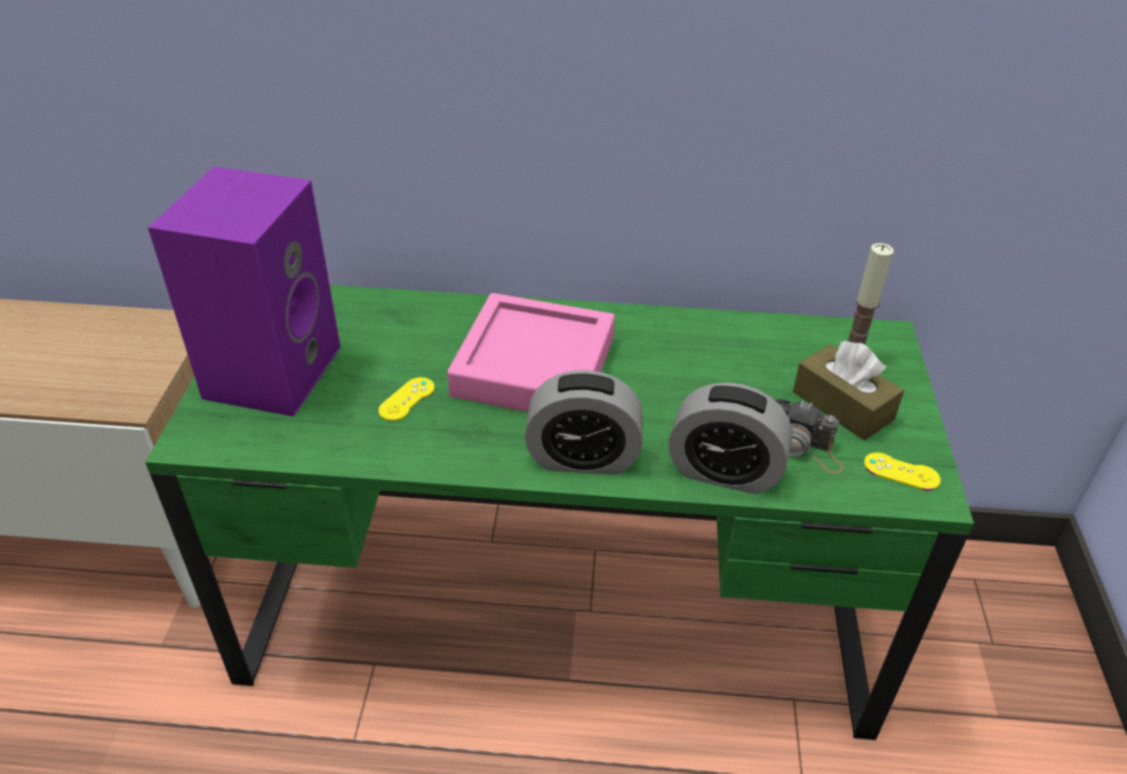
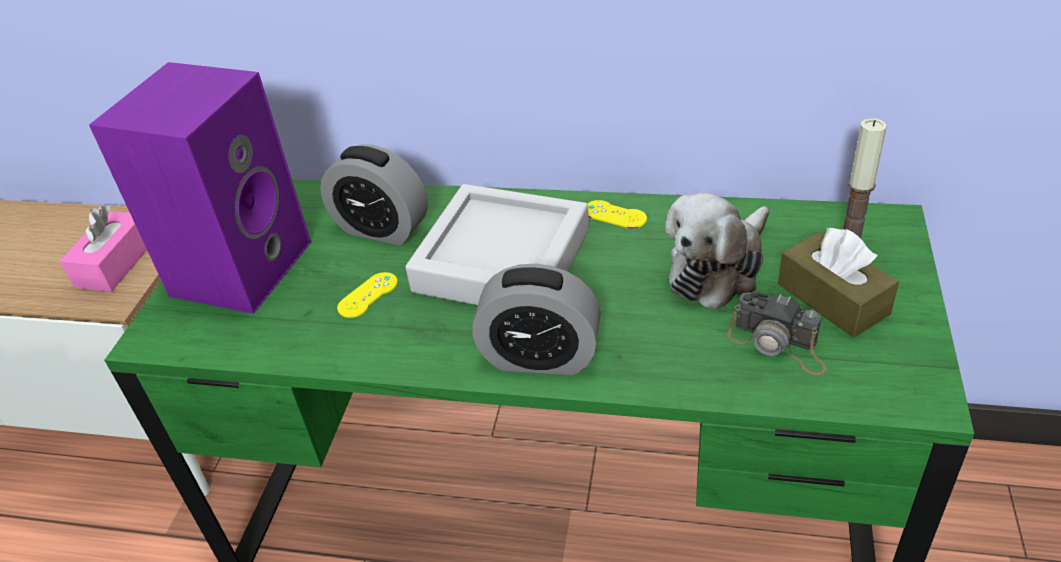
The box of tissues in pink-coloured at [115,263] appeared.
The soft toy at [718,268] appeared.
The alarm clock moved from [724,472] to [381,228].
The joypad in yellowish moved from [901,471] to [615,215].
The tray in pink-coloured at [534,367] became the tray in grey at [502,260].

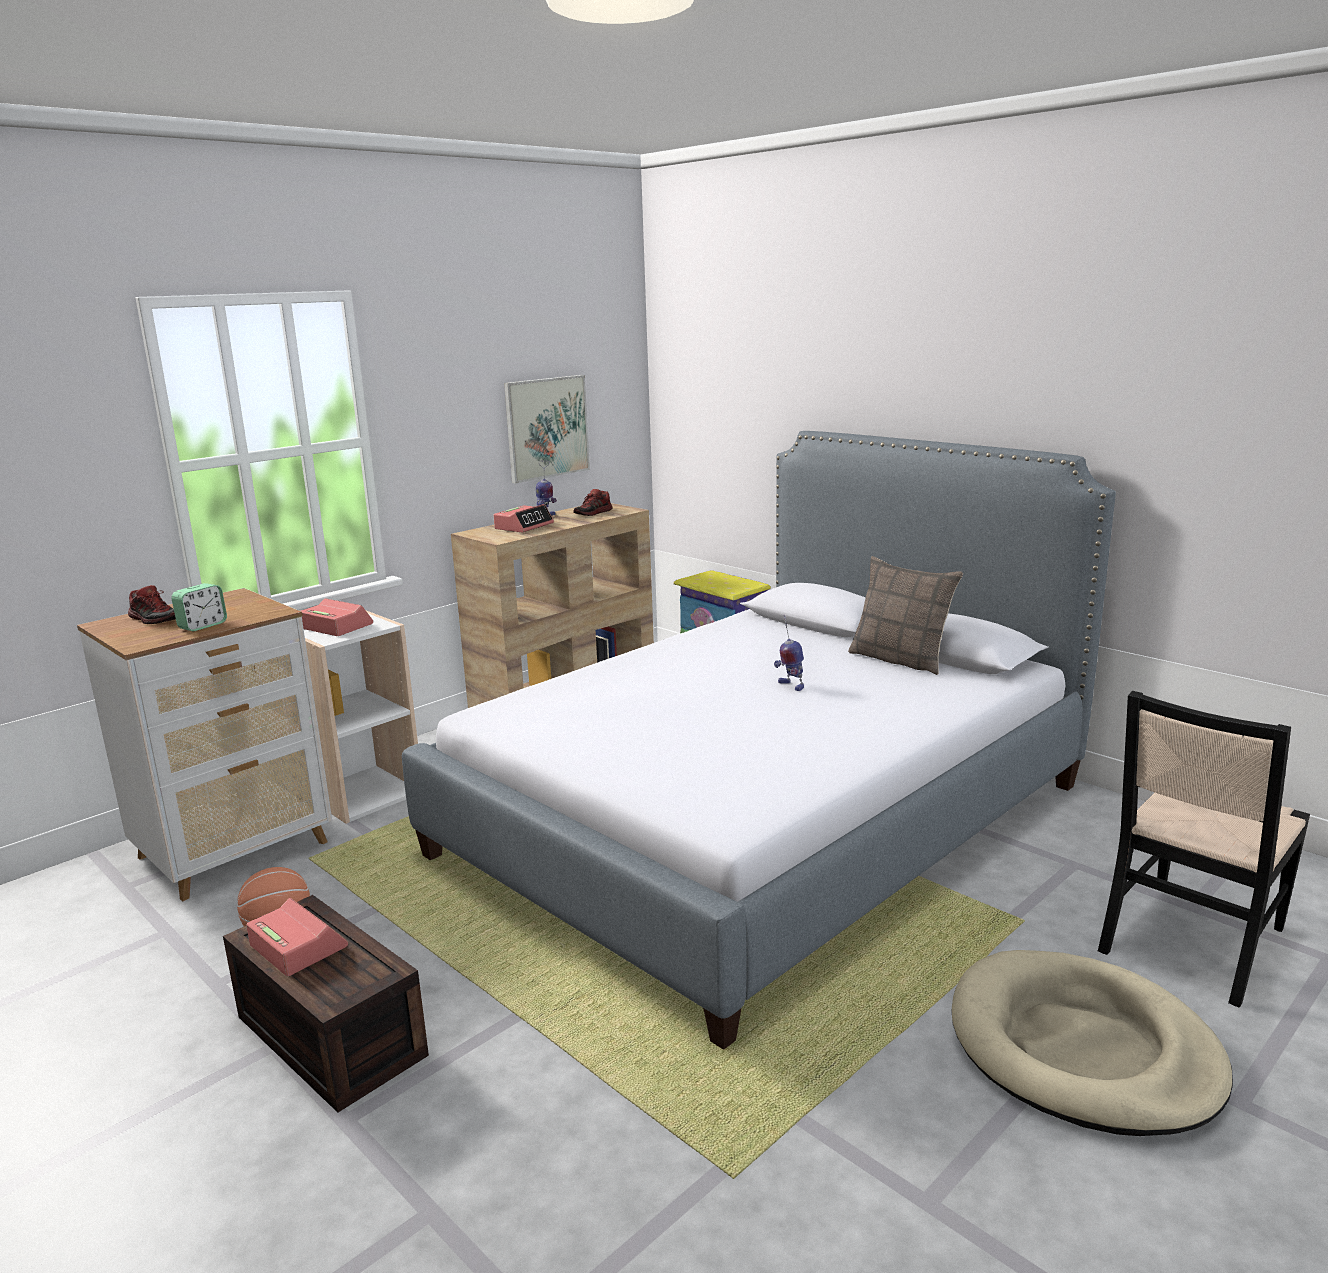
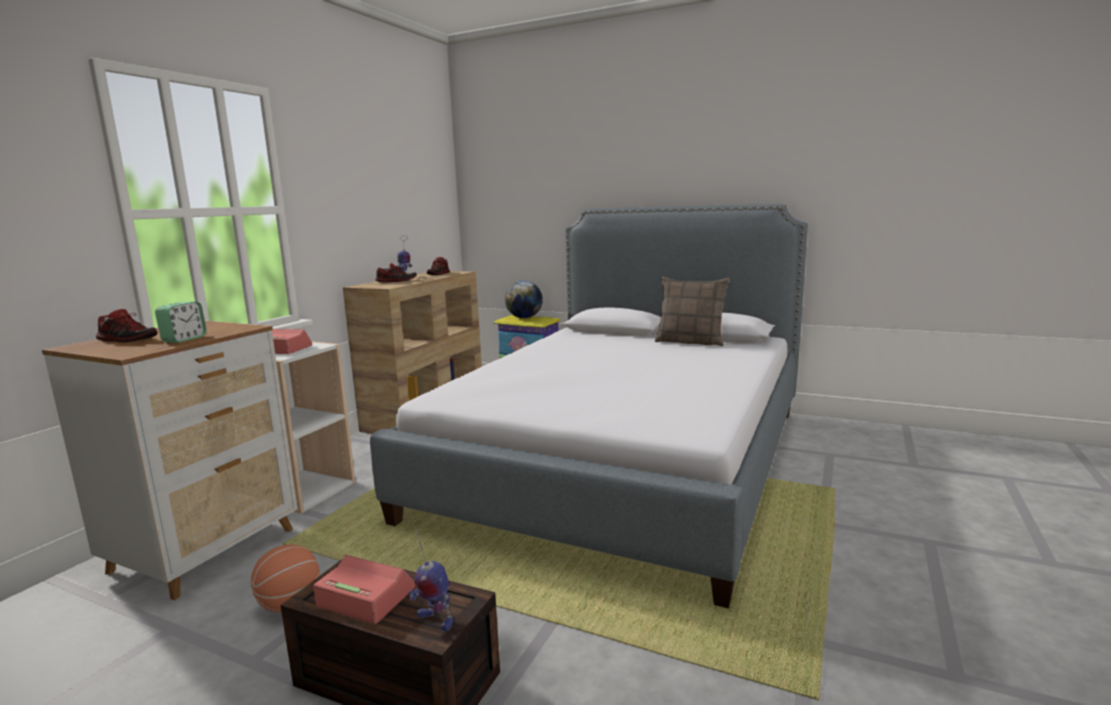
The wall picture at [547,428] disappeared.
The pet bed in sand-coloured at [1082,1049] disappeared.
The plain chair at [1192,941] disappeared.
The desk globe at [524,318] appeared.
The model robot moved from [790,685] to [434,620].
The alarm clock at [524,526] was replaced by the low shoe at [396,281].

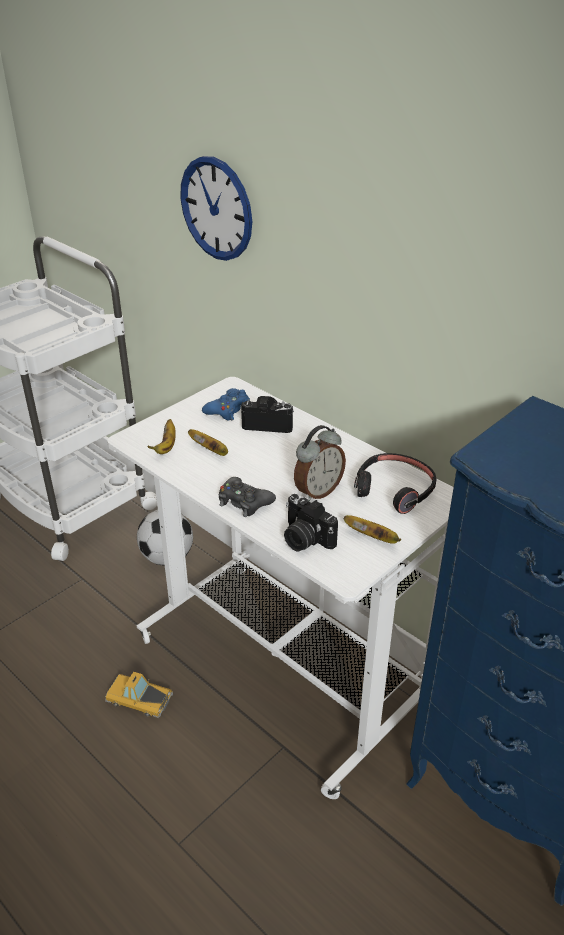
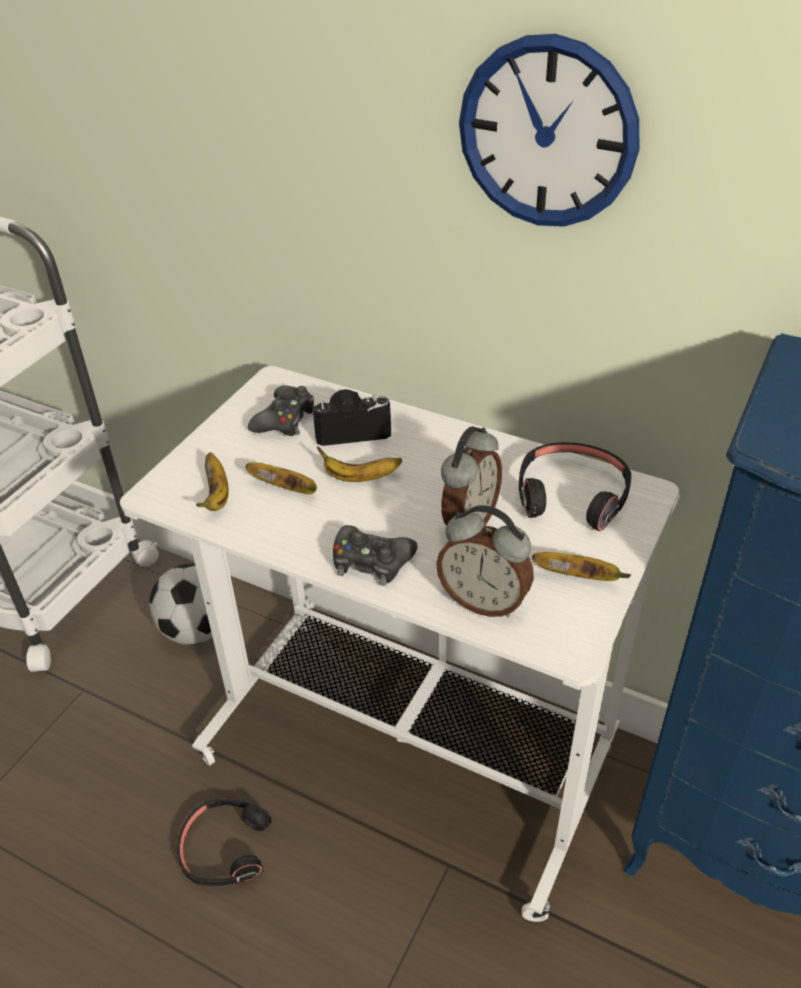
The banana fruit at [360,477] appeared.
The wall clock moved from [216,209] to [547,134].
The model car at [138,698] was replaced by the pair of headphones in blackish at [225,848].
The still camera at [304,539] was replaced by the alarm clock at [484,601].
The joypad in blue-coloured at [228,410] became the joypad in blackish at [285,419].

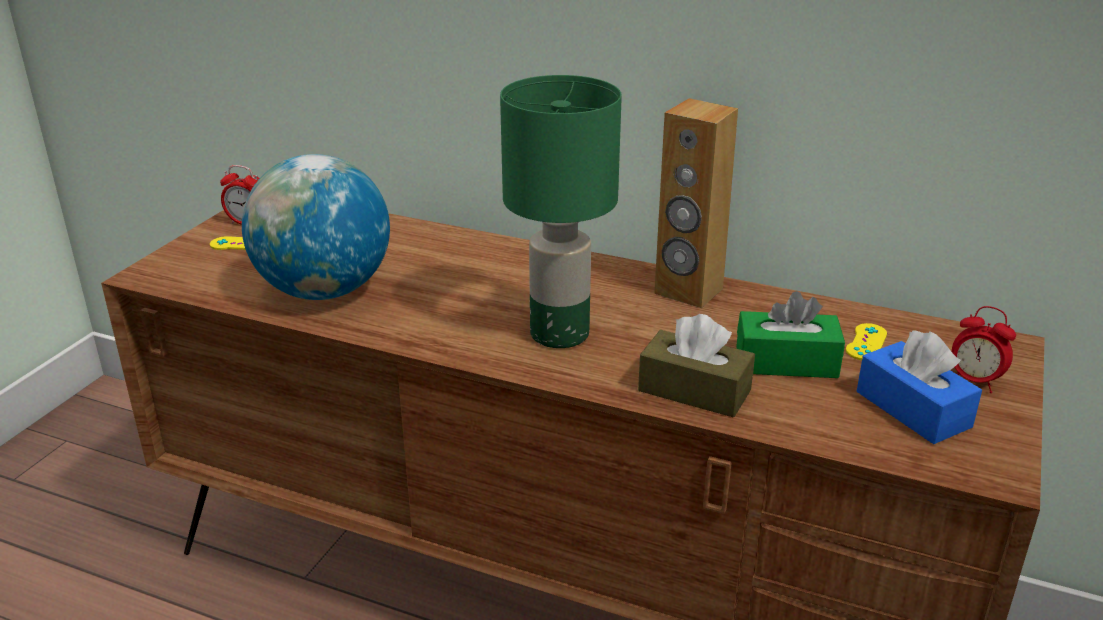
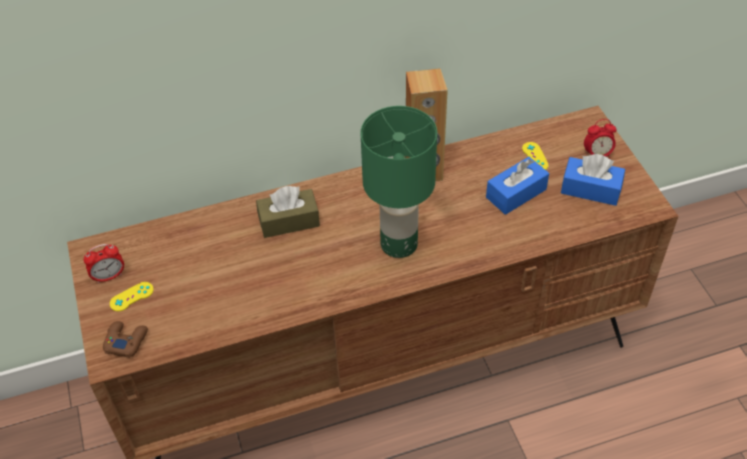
The desk globe at [324,291] disappeared.
The joypad in brown at [126,341] appeared.
The box of tissues in brown moved from [694,390] to [289,221].
The box of tissues in green-coloured at [786,362] became the box of tissues in blue-coloured at [516,193].

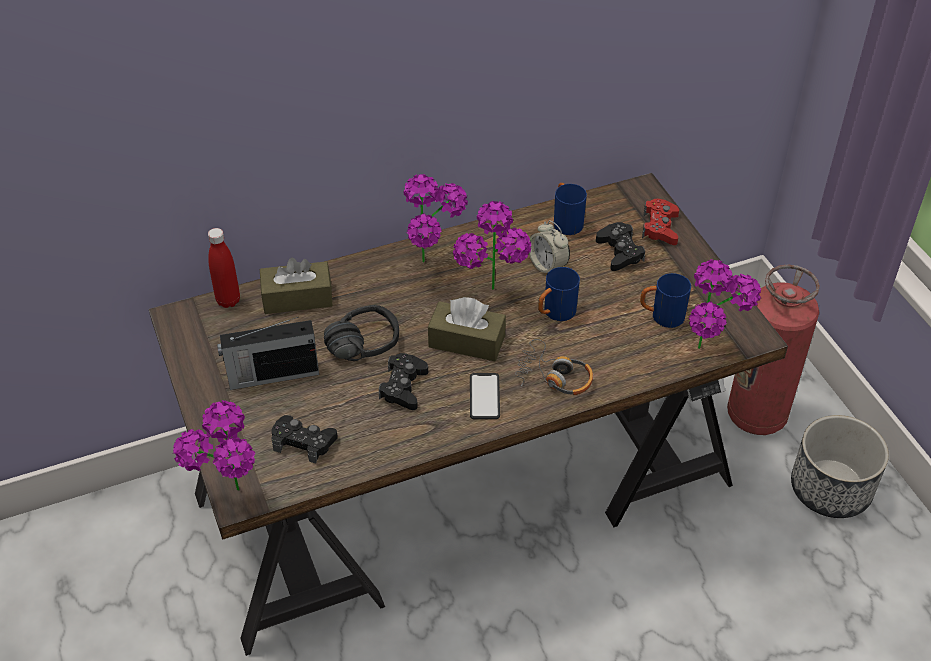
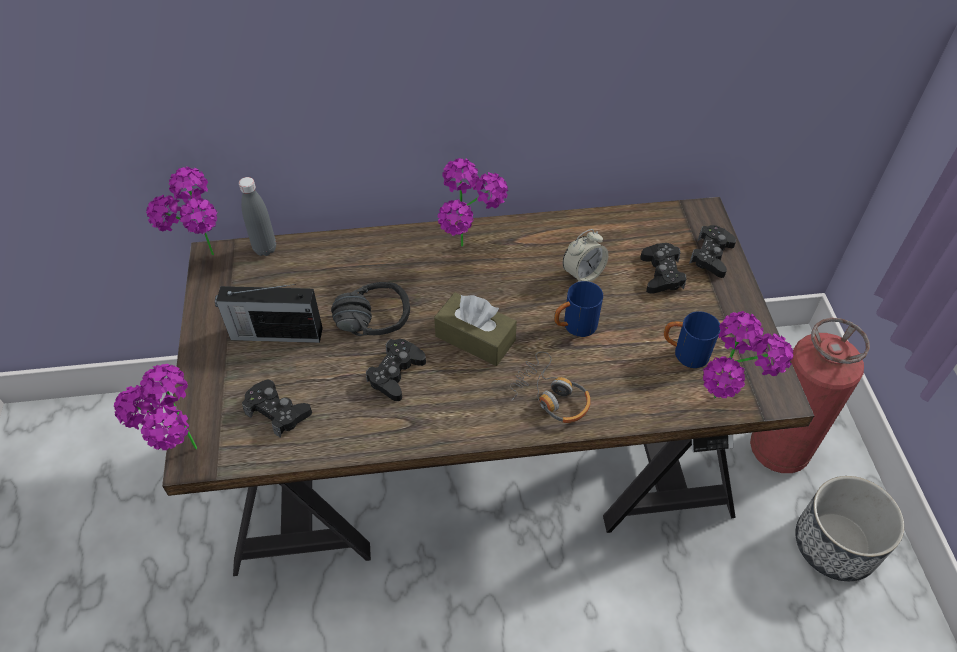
The box of tissues in brown at [297,298] disappeared.
The telephone at [484,397] disappeared.
The mug in blue-coloured at [565,221] disappeared.
The potted plant moved from [493,299] to [206,264].
The beverage bottle in red-coloured at [228,300] became the beverage bottle in grey at [265,249].
The joypad in red-coloured at [660,227] became the joypad in blackish at [711,256].
The alarm clock at [547,265] turned 105 degrees counterclockwise.

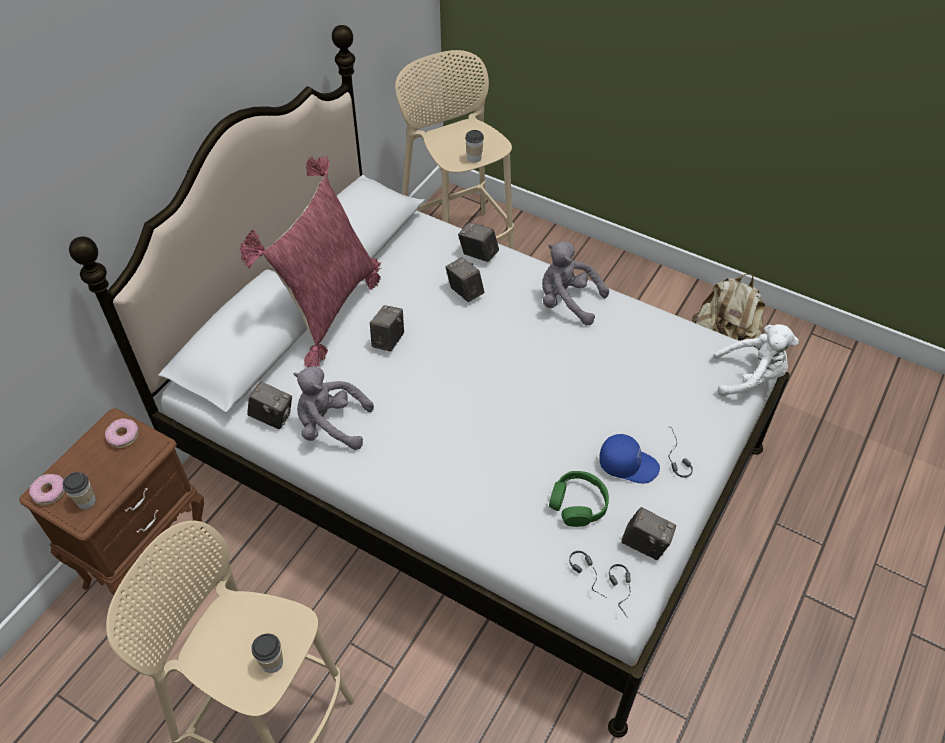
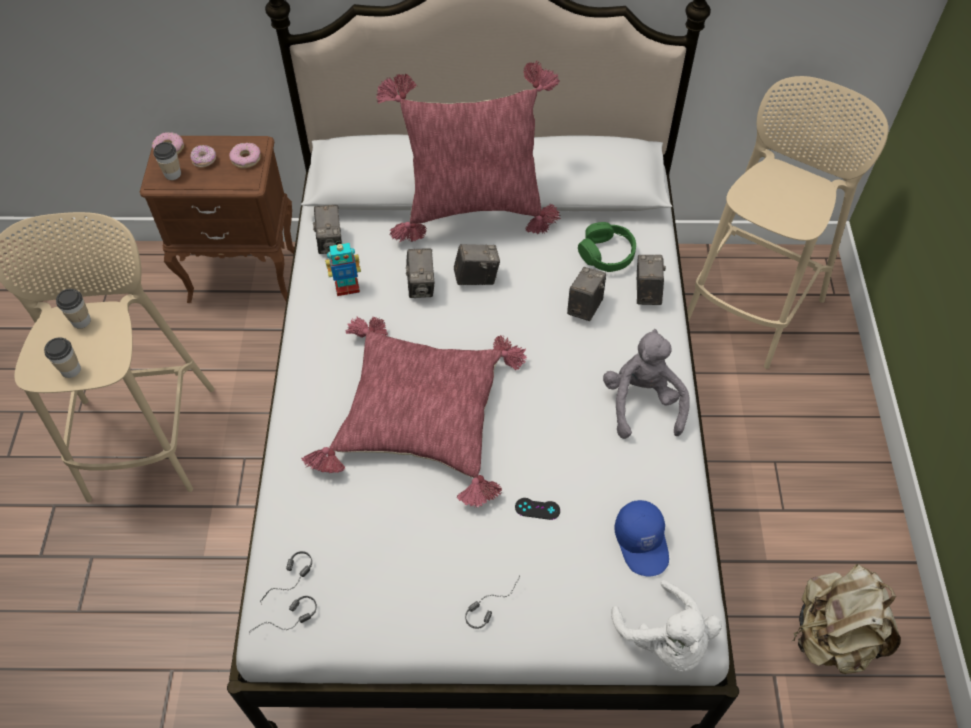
The ring doughnut at [204,160] appeared.
The throw pillow in red-coloured at [420,412] appeared.
The joypad in blackish at [537,509] appeared.
The drinking cup moved from [474,158] to [81,320].
The pair of headphones in green-coloured moved from [578,504] to [606,254].
The baseball cap in blue-coloured moved from [628,464] to [642,542].
The still camera moved from [645,544] to [421,286].
The soft toy in grey at [331,425] was replaced by the model robot at [347,287].

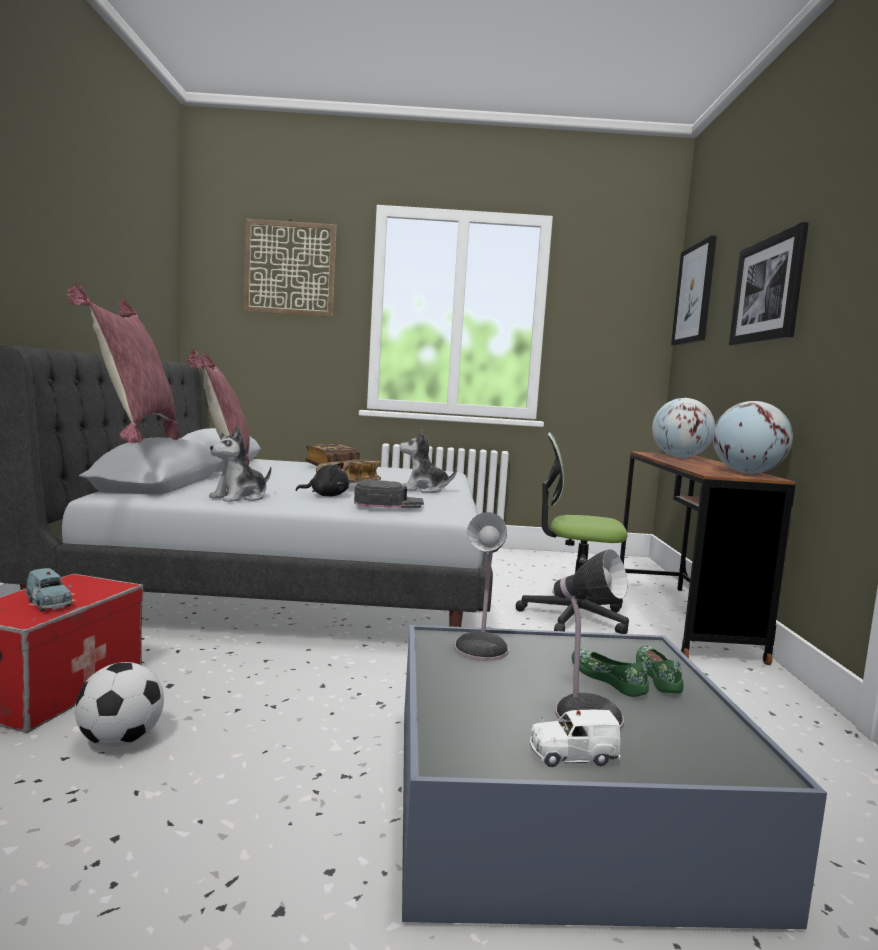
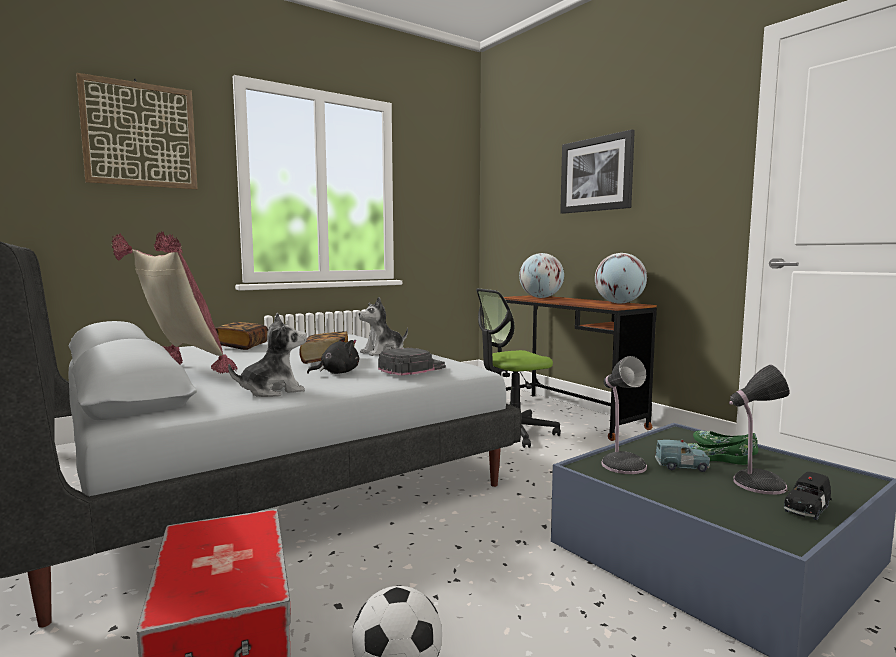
The throw pillow in red-coloured at [129,444] disappeared.
The wall picture at [694,294] disappeared.
The model car in blue-coloured moved from [49,604] to [682,467].
The model car in white at [571,756] became the model car in blackish at [806,509].
The soft toy at [240,497] turned 120 degrees counterclockwise.

